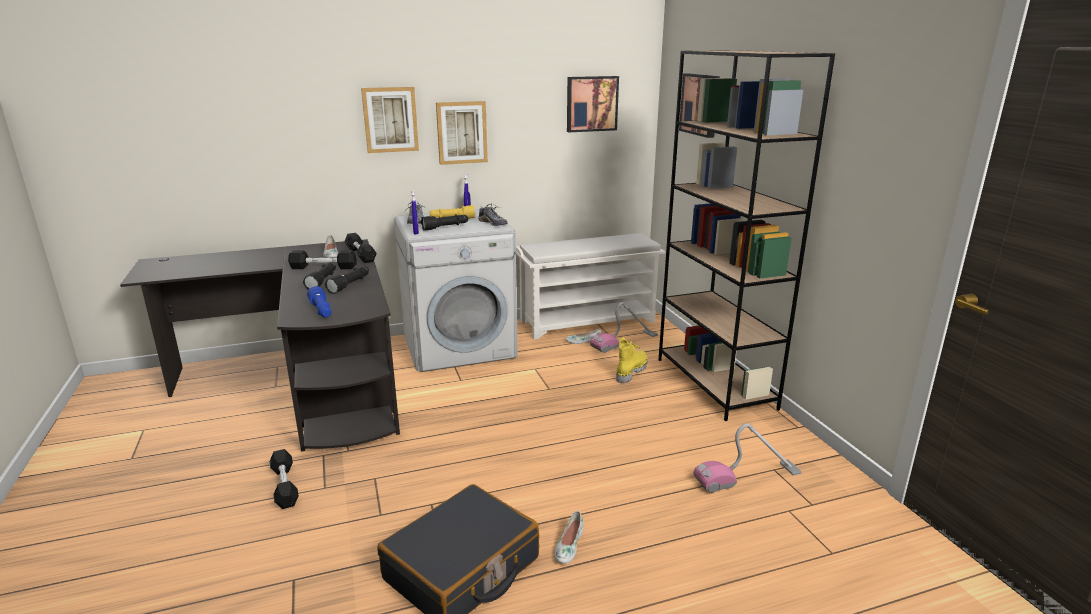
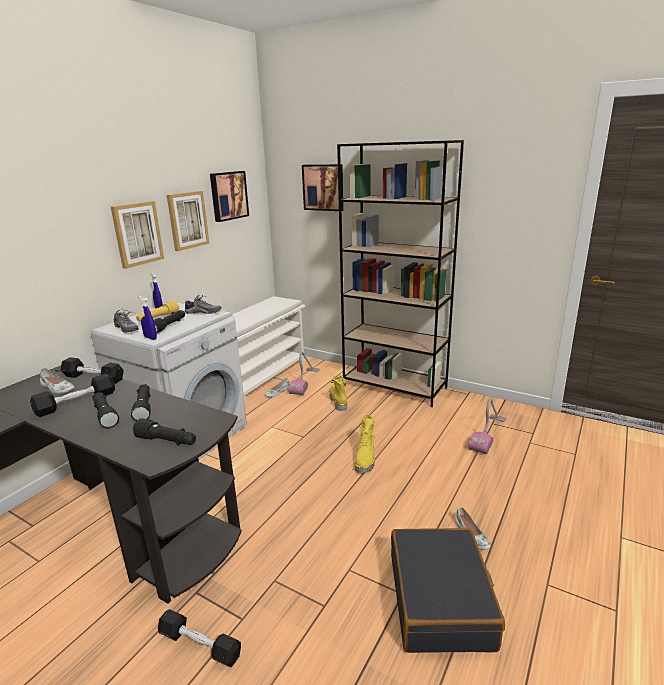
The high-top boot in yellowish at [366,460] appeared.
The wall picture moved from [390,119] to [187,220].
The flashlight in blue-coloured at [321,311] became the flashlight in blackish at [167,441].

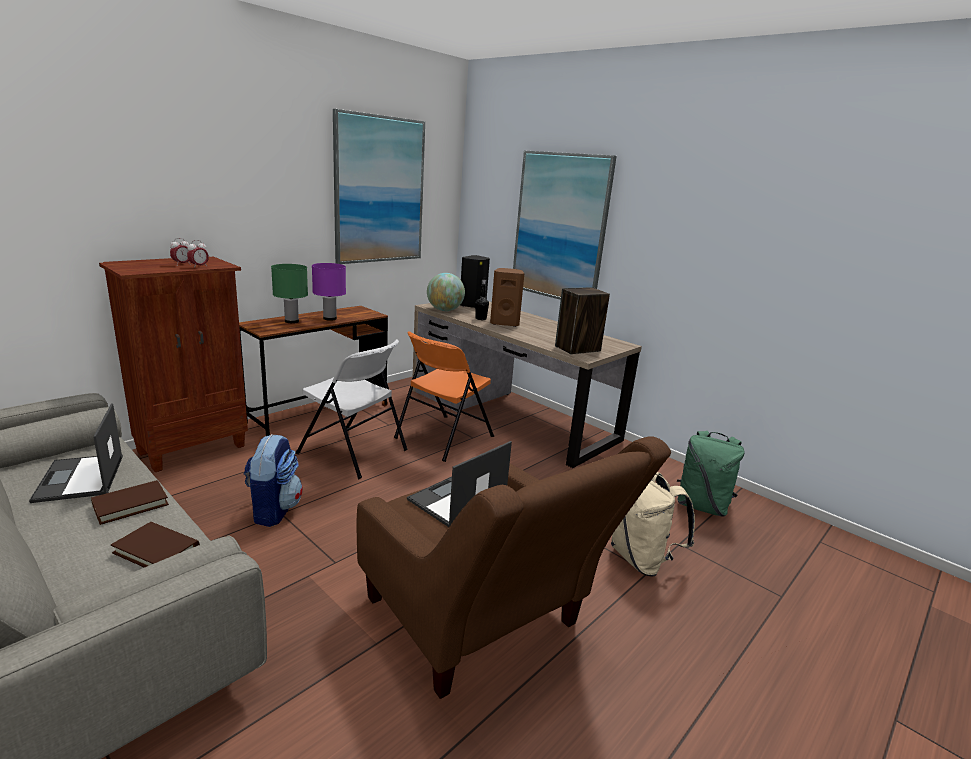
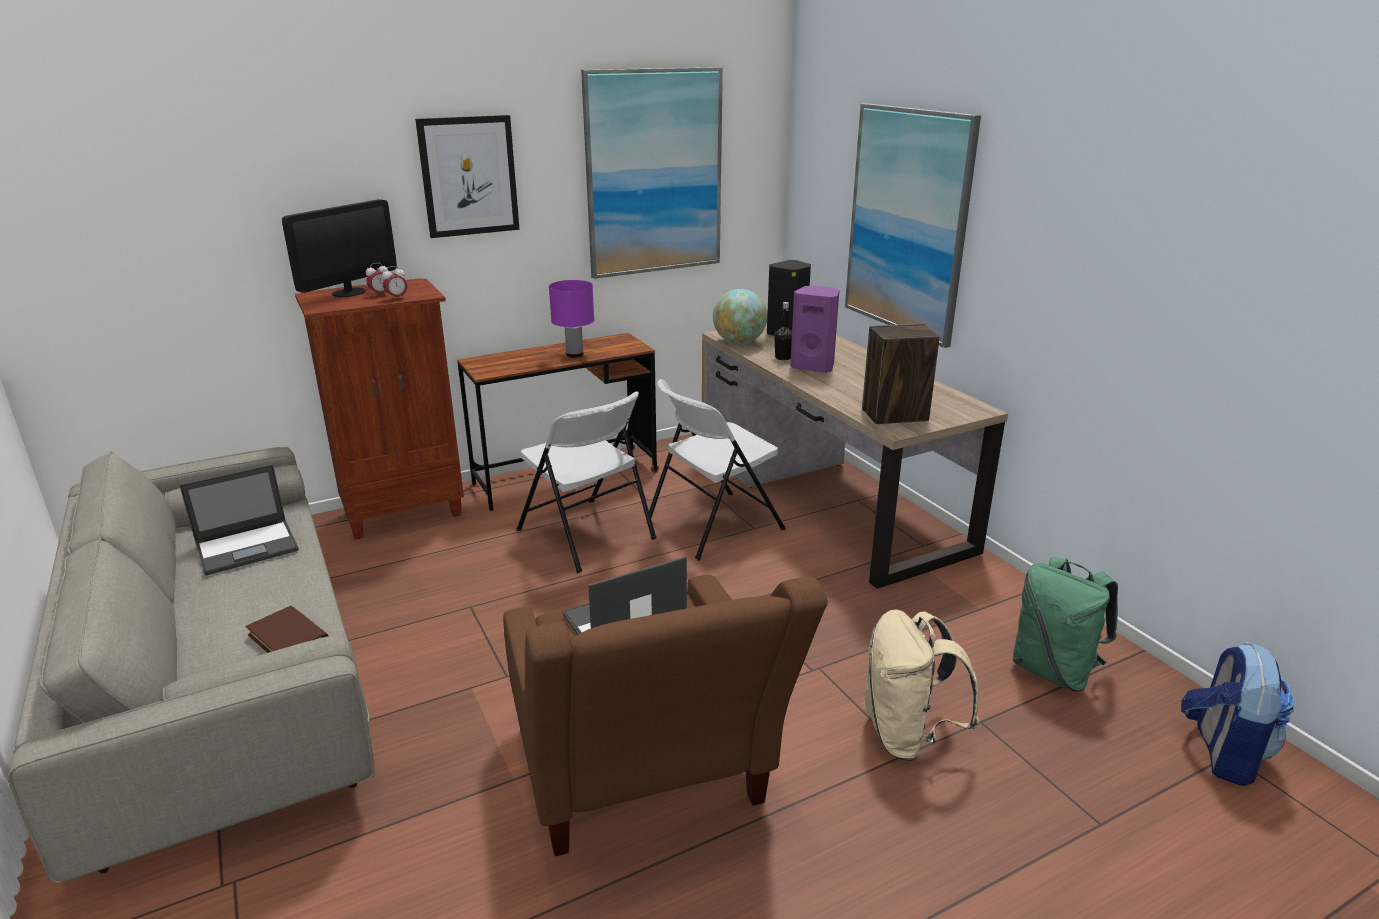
The bound book in brown at [130,505] disappeared.
The tabletop lamp in green-coloured at [292,321] disappeared.
The computer display at [348,292] appeared.
The wall picture at [469,176] appeared.
The rucksack moved from [274,510] to [1222,753].
The plain chair in orange-coloured at [444,437] became the plain chair in white at [714,524].
The speaker in brown at [504,323] became the speaker in purple-coloured at [814,366].
The notebook computer at [80,478] turned 120 degrees counterclockwise.

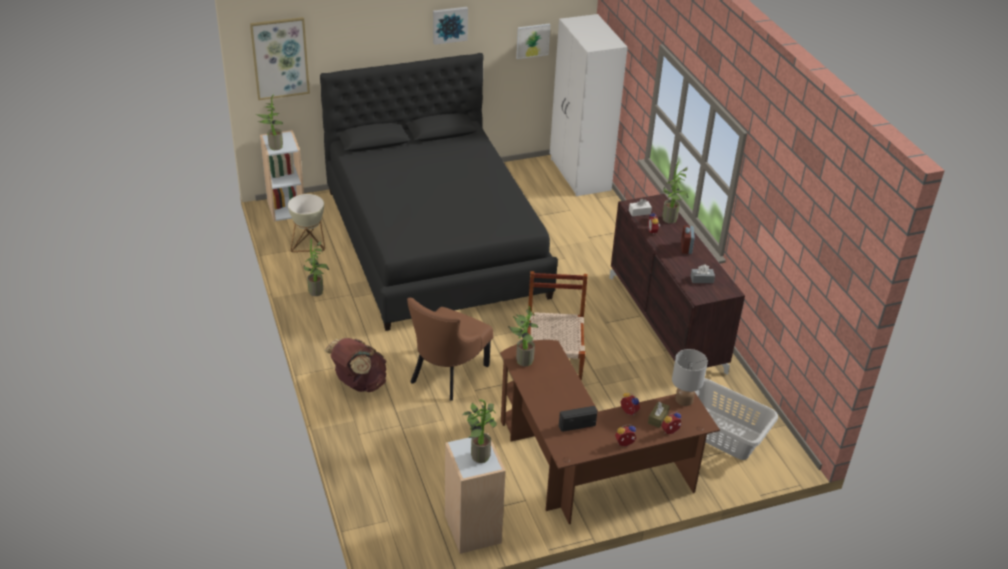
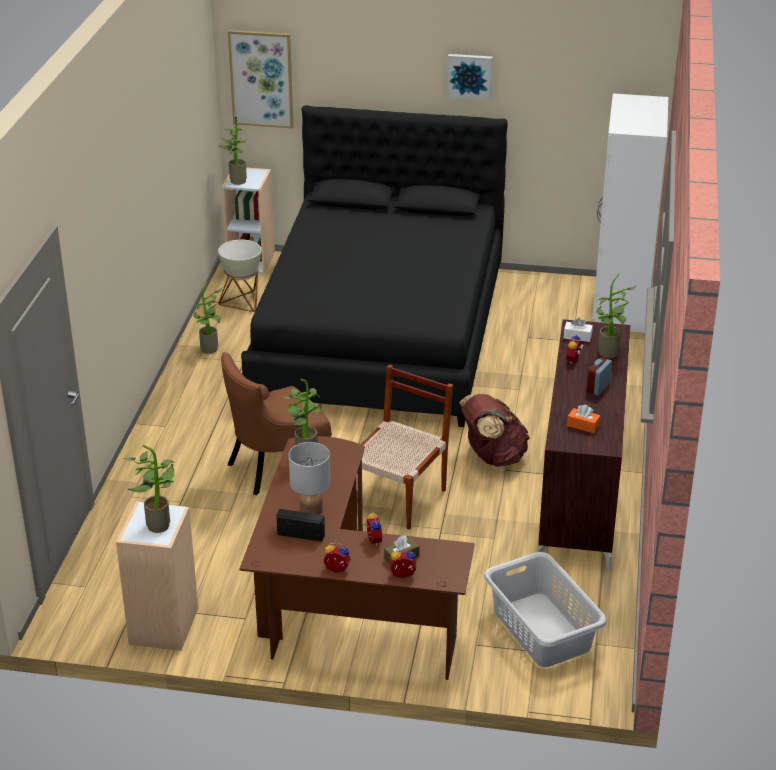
The wall picture at [532,40] disappeared.
The rucksack in brown moved from [359,383] to [493,457].
The tabletop lamp in grey moved from [684,400] to [311,510].
The box of tissues in grey at [702,279] became the box of tissues in orange-coloured at [583,425].

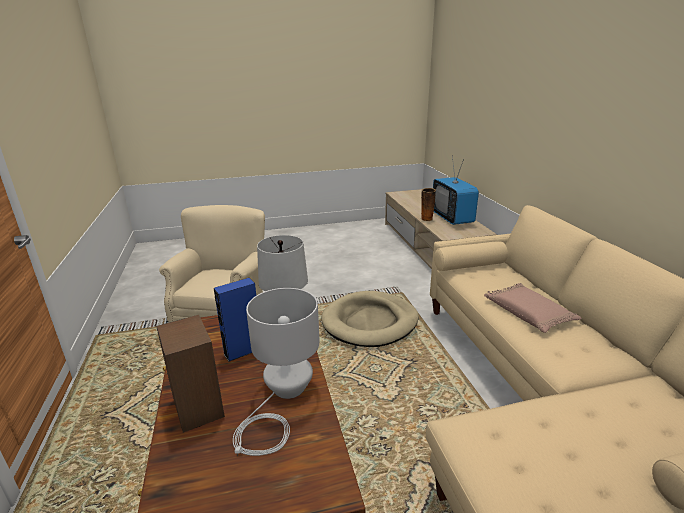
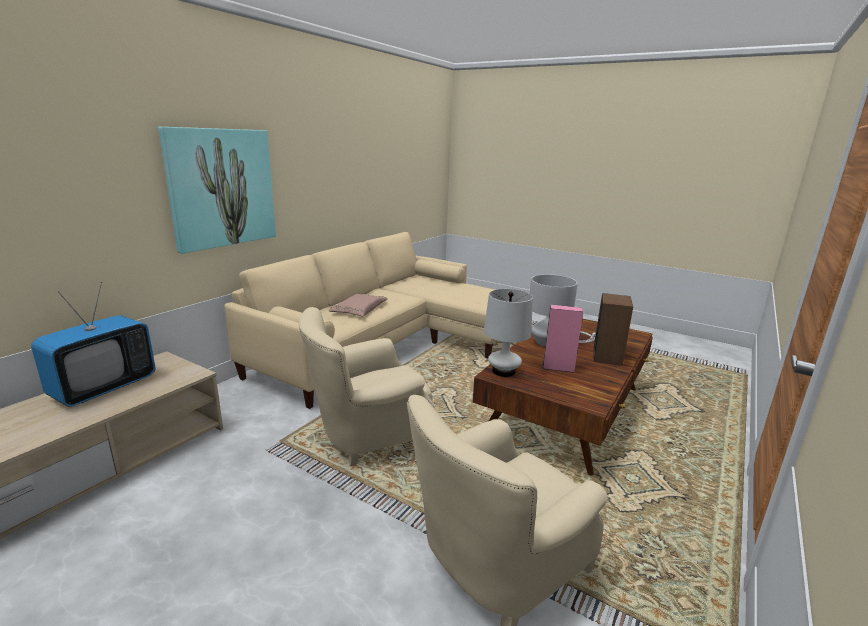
The decorative vase at [426,219] disappeared.
The wall picture at [221,188] appeared.
The pet bed in sand-coloured at [370,322] was replaced by the armchair in sand-coloured at [368,435].
The speaker in blue-coloured at [243,351] became the speaker in pink-coloured at [558,368].

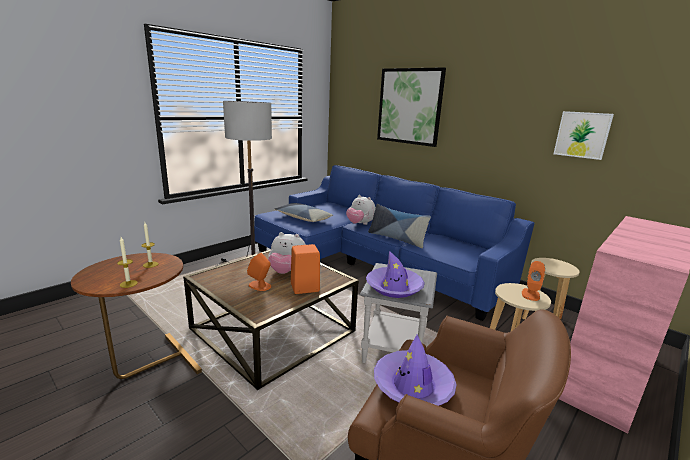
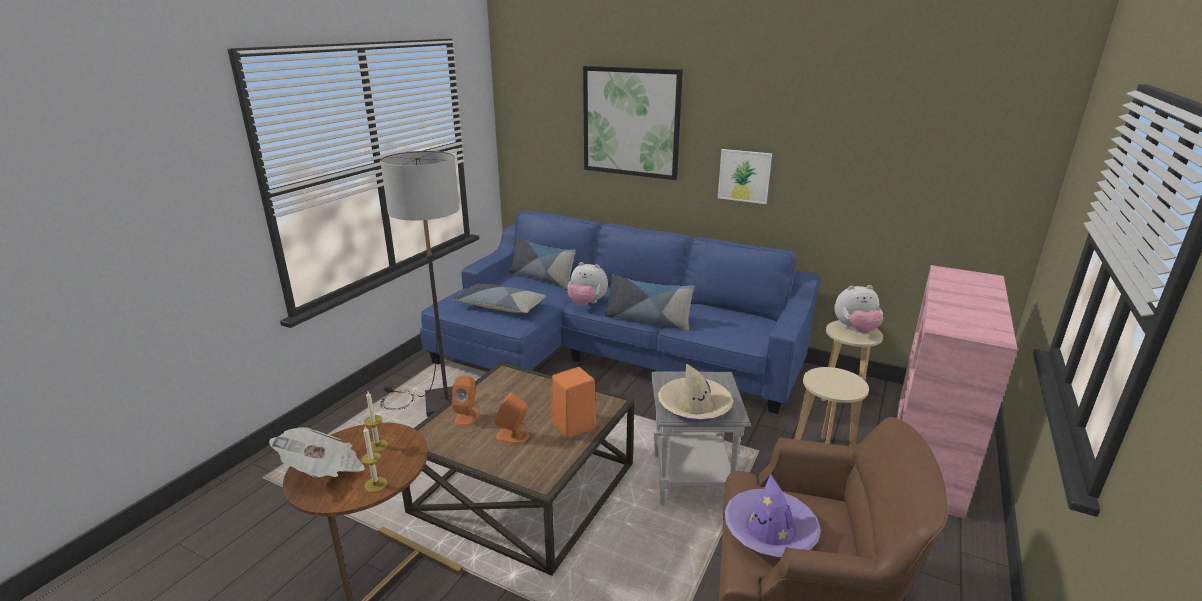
The printed paper at [324,470] appeared.
The throw pillow at [542,279] appeared.
The soft toy moved from [287,271] to [855,330].
The speaker in orange-coloured moved from [530,294] to [467,416].
The wall picture moved from [582,135] to [744,176].
The hat in purple-coloured at [394,287] became the hat in sand-coloured at [694,406].

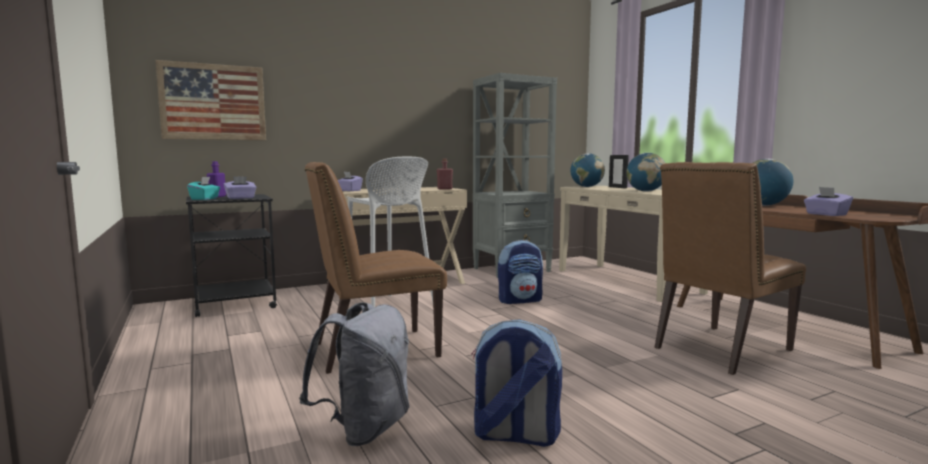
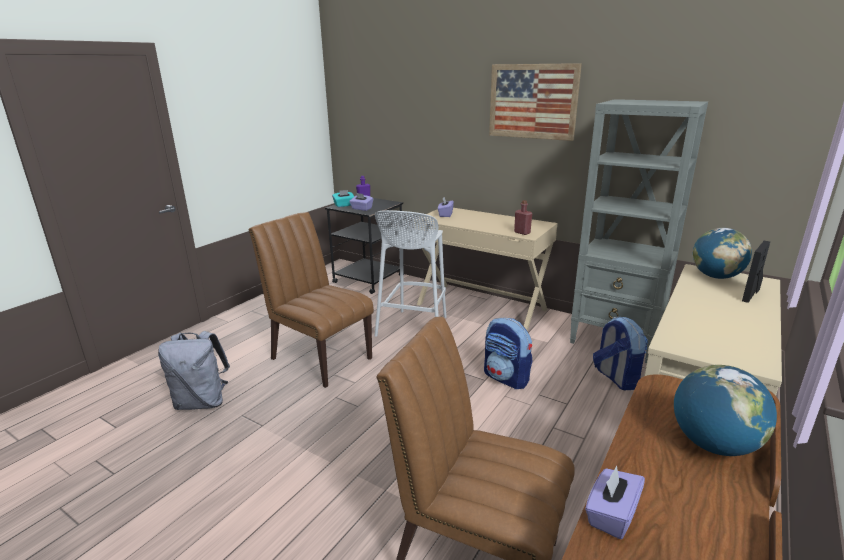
The desk globe at [645,191] disappeared.
The wall picture moved from [213,102] to [532,101].
The rucksack moved from [514,435] to [616,378].

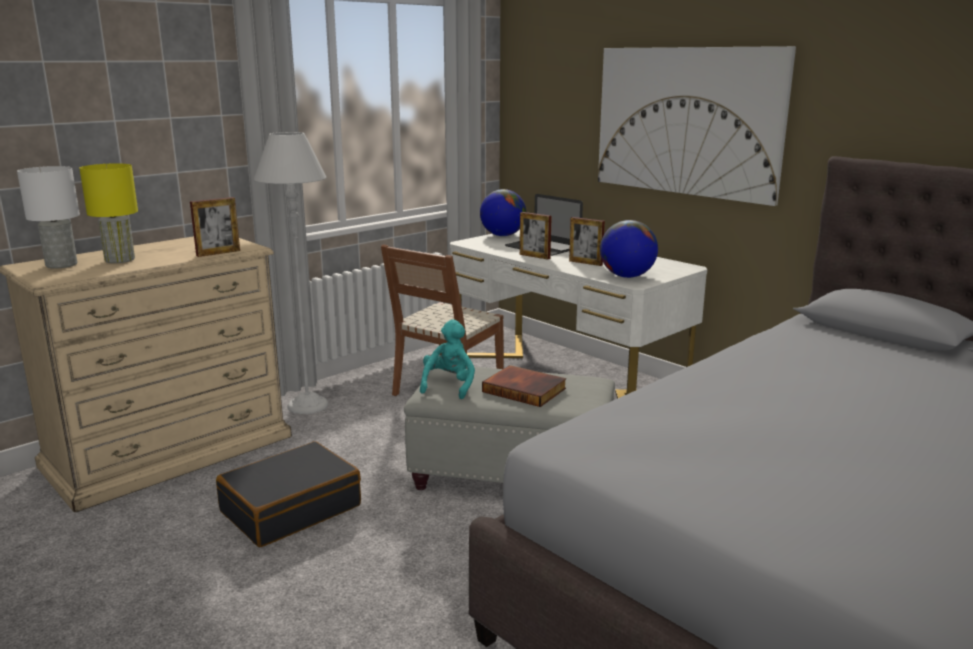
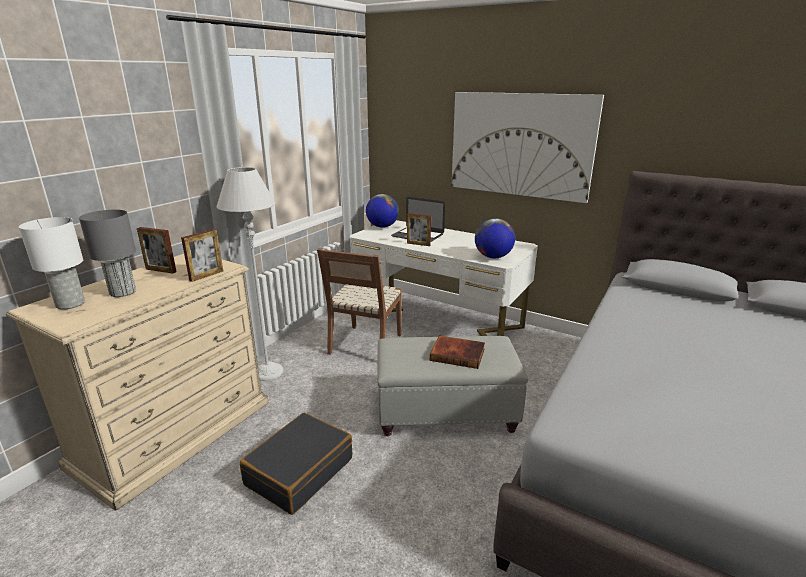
The soft toy in turquoise-coloured at [449,385] disappeared.
The photo frame moved from [585,263] to [161,270].
The tabletop lamp in yellowish at [119,260] became the tabletop lamp in grey at [122,292].

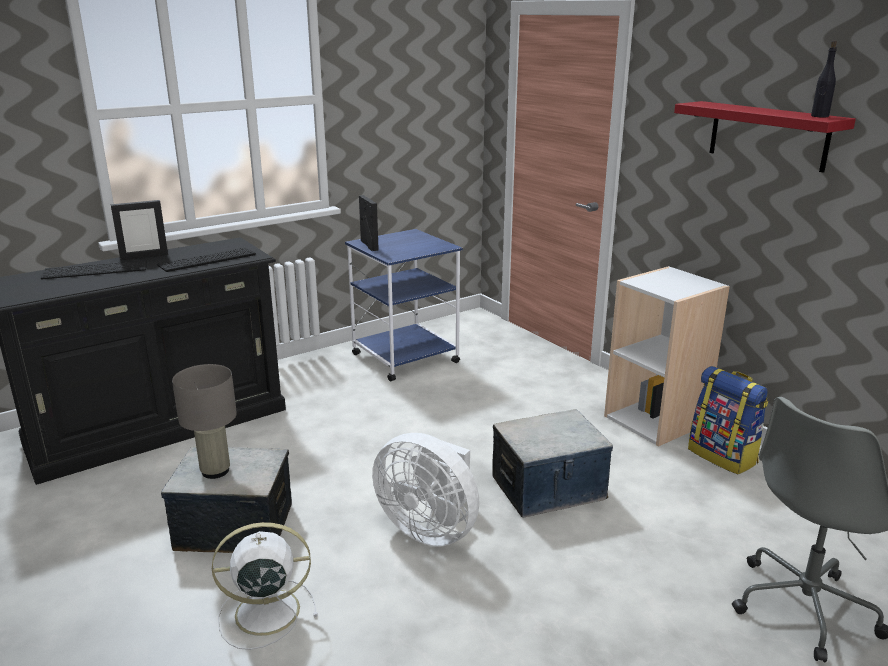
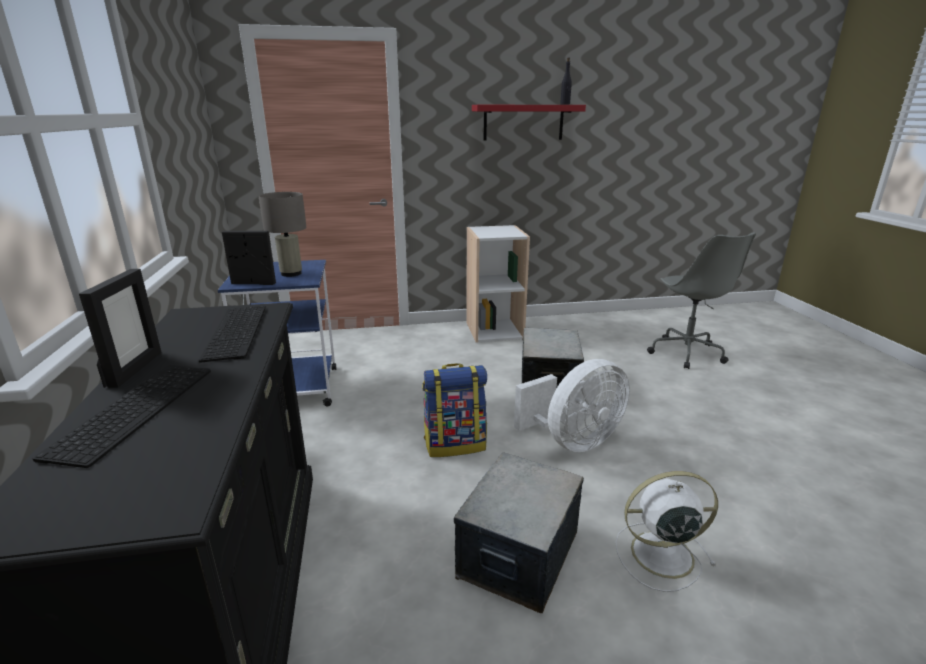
The tabletop lamp in grey moved from [214,471] to [291,274].
The rucksack moved from [723,456] to [455,444].
The fan in white at [264,612] turned 75 degrees clockwise.

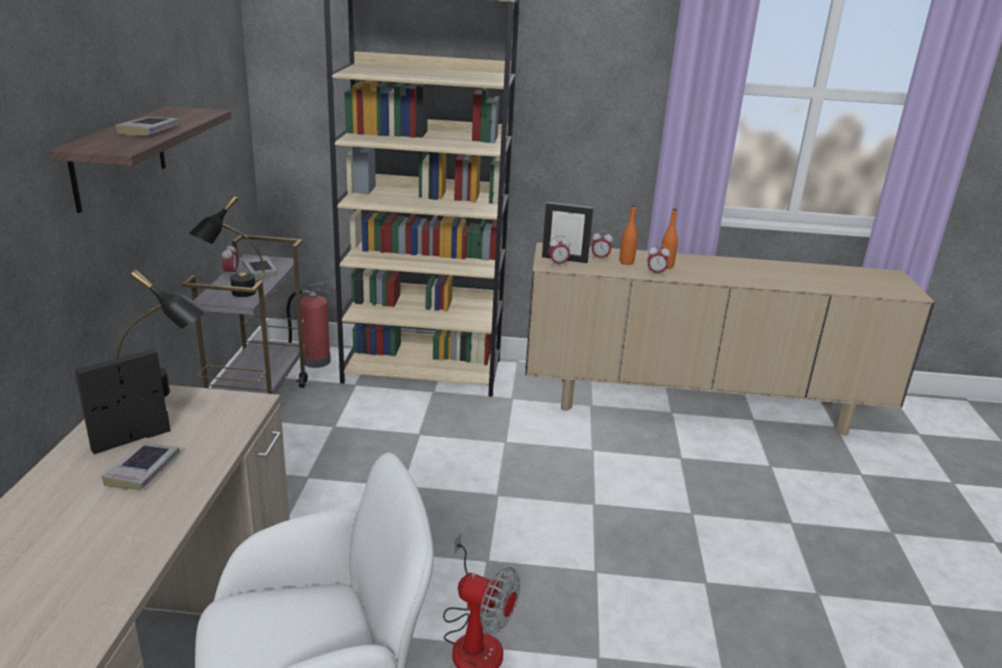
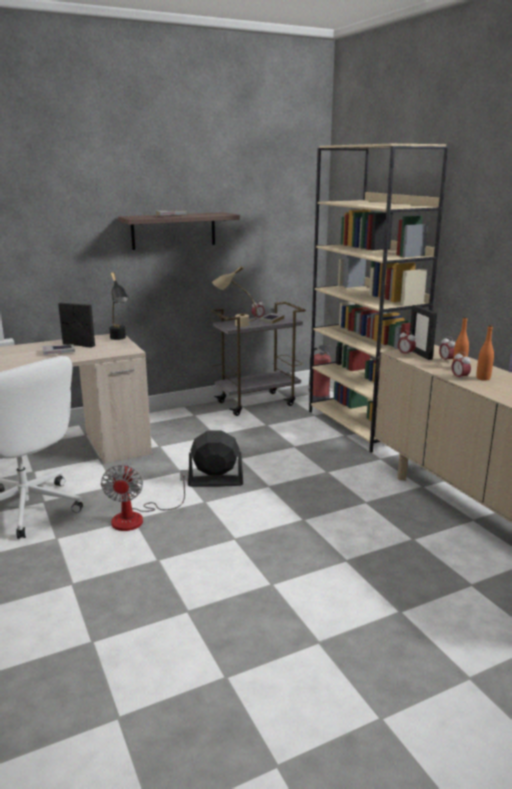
The fan in blackish at [215,481] appeared.
The tabletop lamp in blackish at [233,295] became the tabletop lamp in sand-coloured at [235,324].

